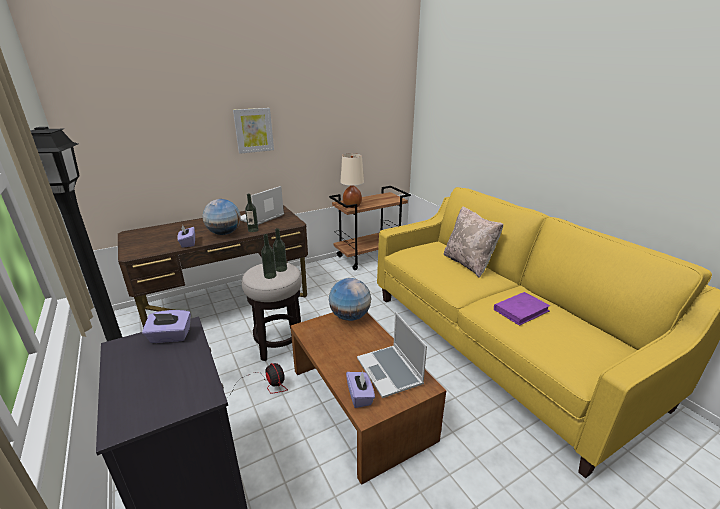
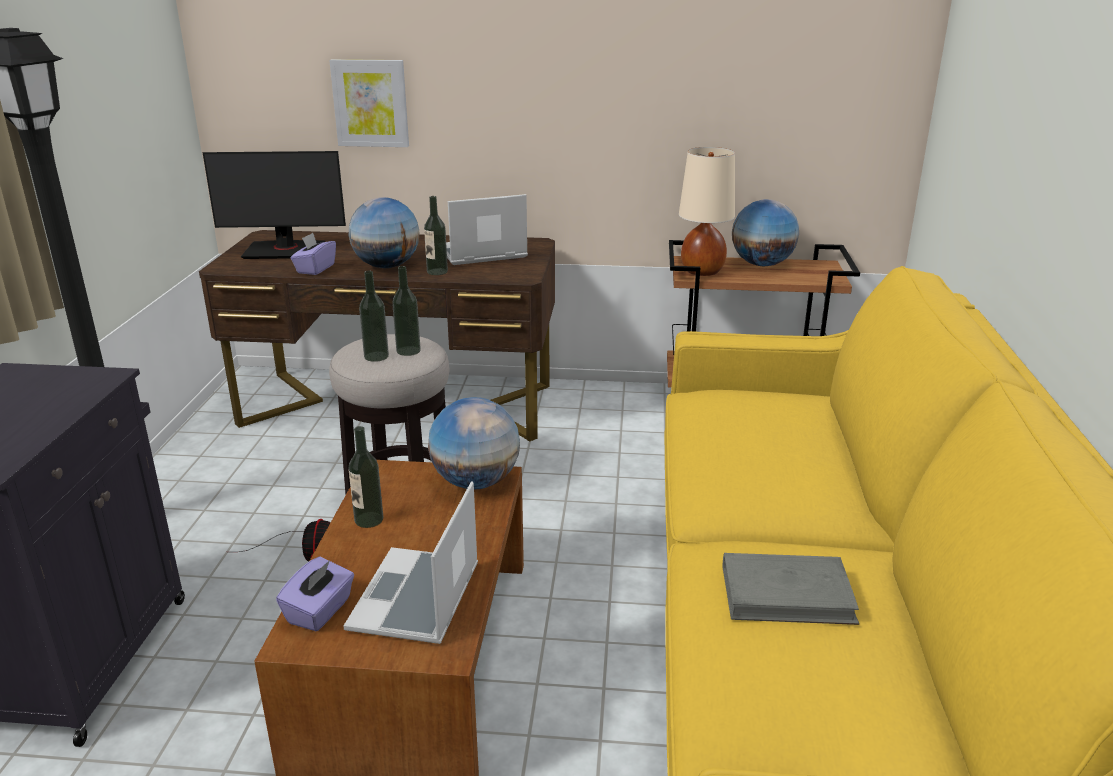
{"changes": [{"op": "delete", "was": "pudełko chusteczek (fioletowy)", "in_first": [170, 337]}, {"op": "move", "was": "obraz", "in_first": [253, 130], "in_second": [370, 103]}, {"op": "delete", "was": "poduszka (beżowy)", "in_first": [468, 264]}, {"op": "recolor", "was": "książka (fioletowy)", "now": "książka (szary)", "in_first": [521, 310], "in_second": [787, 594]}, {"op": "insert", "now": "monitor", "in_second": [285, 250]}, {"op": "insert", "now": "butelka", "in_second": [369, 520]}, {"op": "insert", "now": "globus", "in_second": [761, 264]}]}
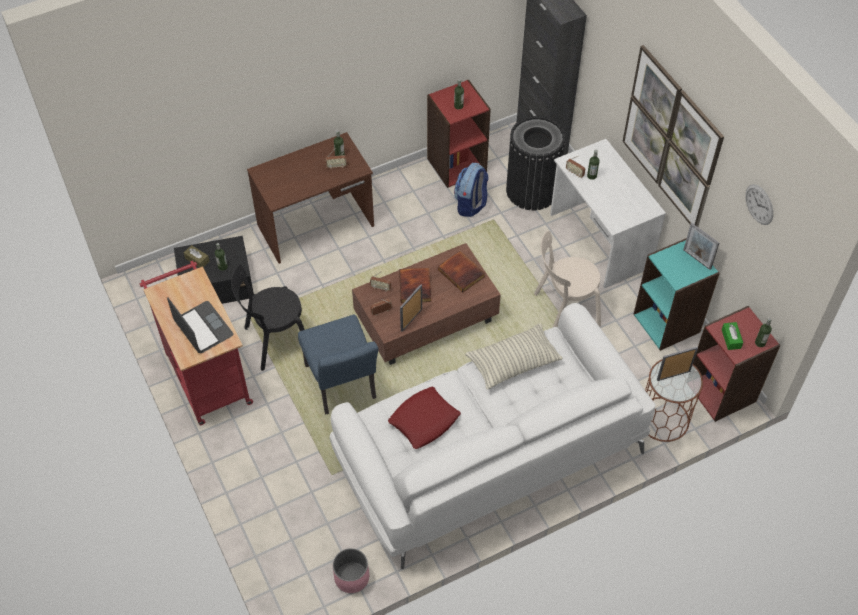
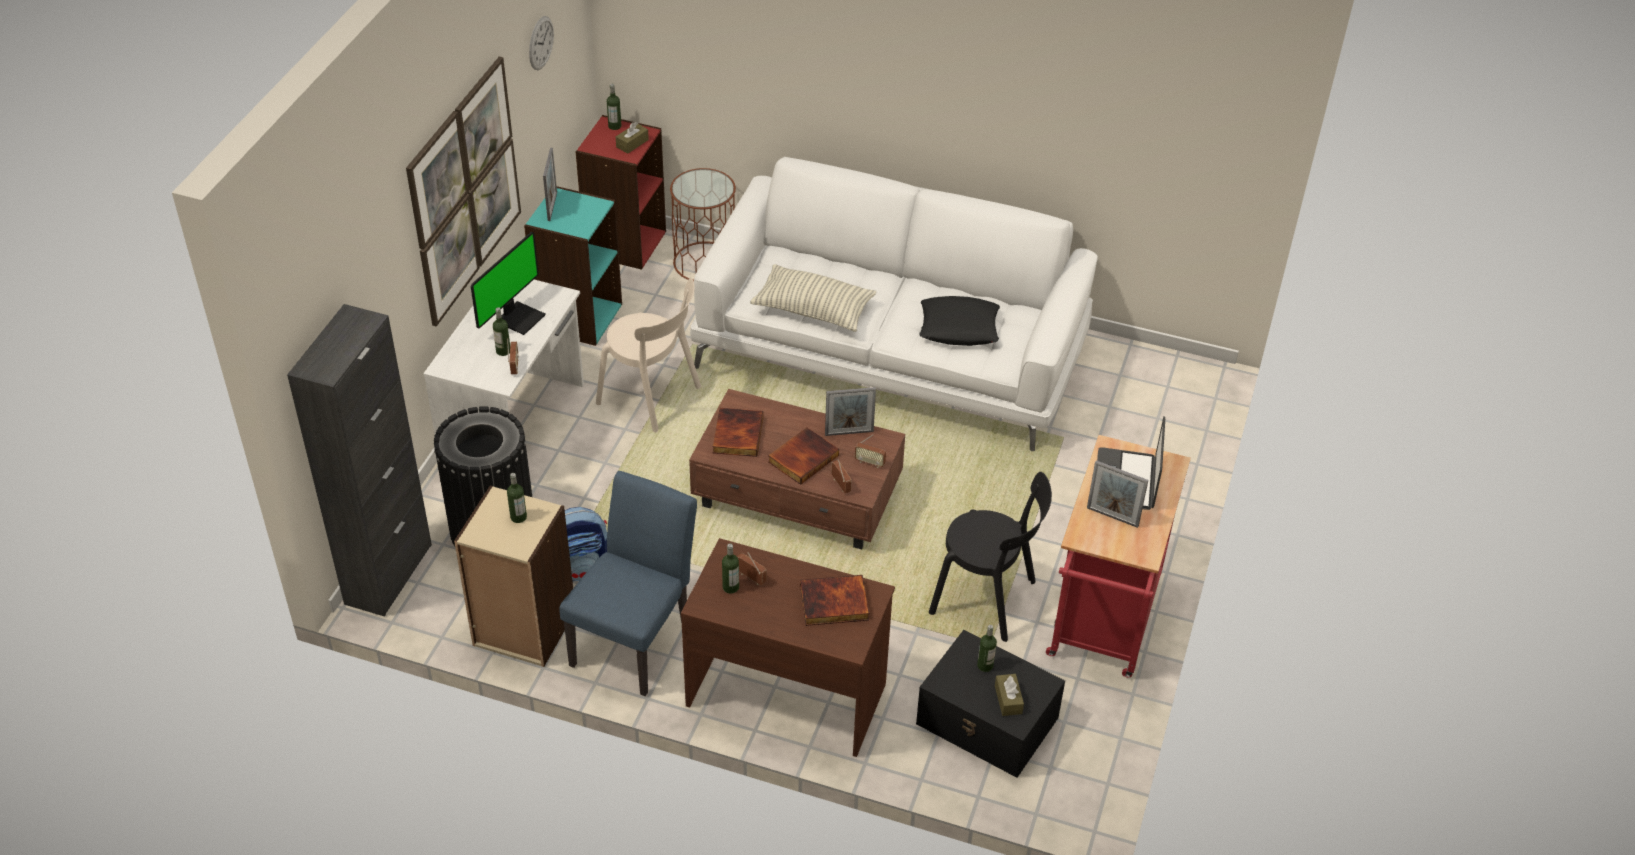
{"changes": [{"op": "move", "was": "krzesło (niebieski)", "in_first": [342, 386], "in_second": [636, 639]}, {"op": "delete", "was": "donica (różowy)", "in_first": [351, 577]}, {"op": "recolor", "was": "poduszka (czerwony)", "now": "poduszka (czarny)", "in_first": [424, 421], "in_second": [959, 327]}, {"op": "recolor", "was": "regał (czerwony)", "now": "regał (beżowy)", "in_first": [456, 165], "in_second": [523, 629]}, {"op": "move", "was": "ramka na zdjęcie", "in_first": [673, 375], "in_second": [1112, 517]}, {"op": "recolor", "was": "pudełko chusteczek (zielony)", "now": "pudełko chusteczek (brązowy)", "in_first": [731, 339], "in_second": [632, 143]}, {"op": "insert", "now": "monitor", "in_second": [519, 317]}, {"op": "insert", "now": "książka", "in_second": [833, 604]}]}
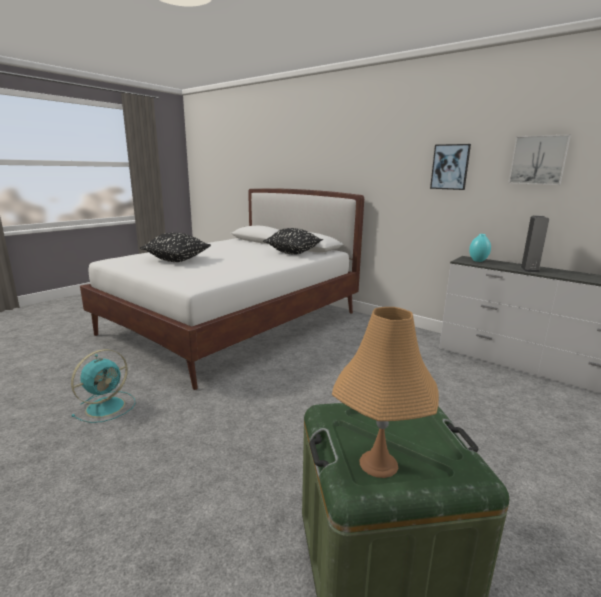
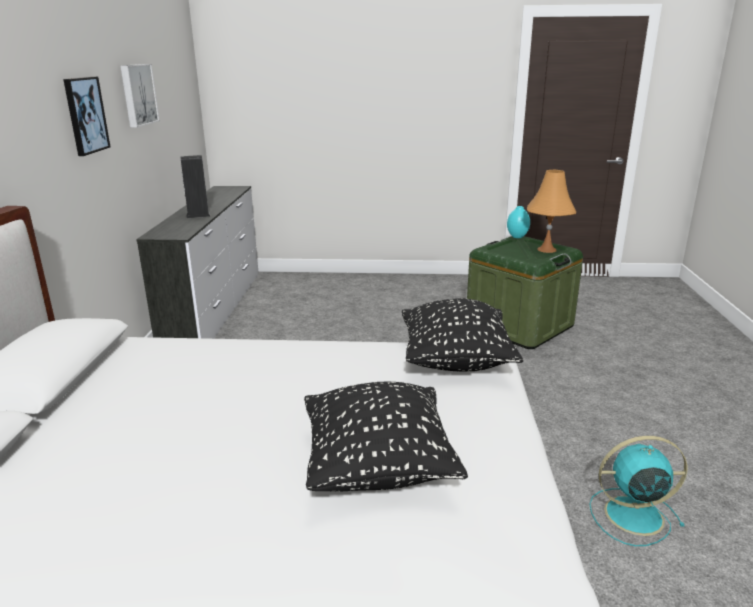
{"changes": [{"op": "move", "was": "poduszka (czarny)", "in_first": [293, 253], "in_second": [456, 361]}, {"op": "move", "was": "wazon (turkusowy)", "in_first": [478, 261], "in_second": [517, 236]}]}
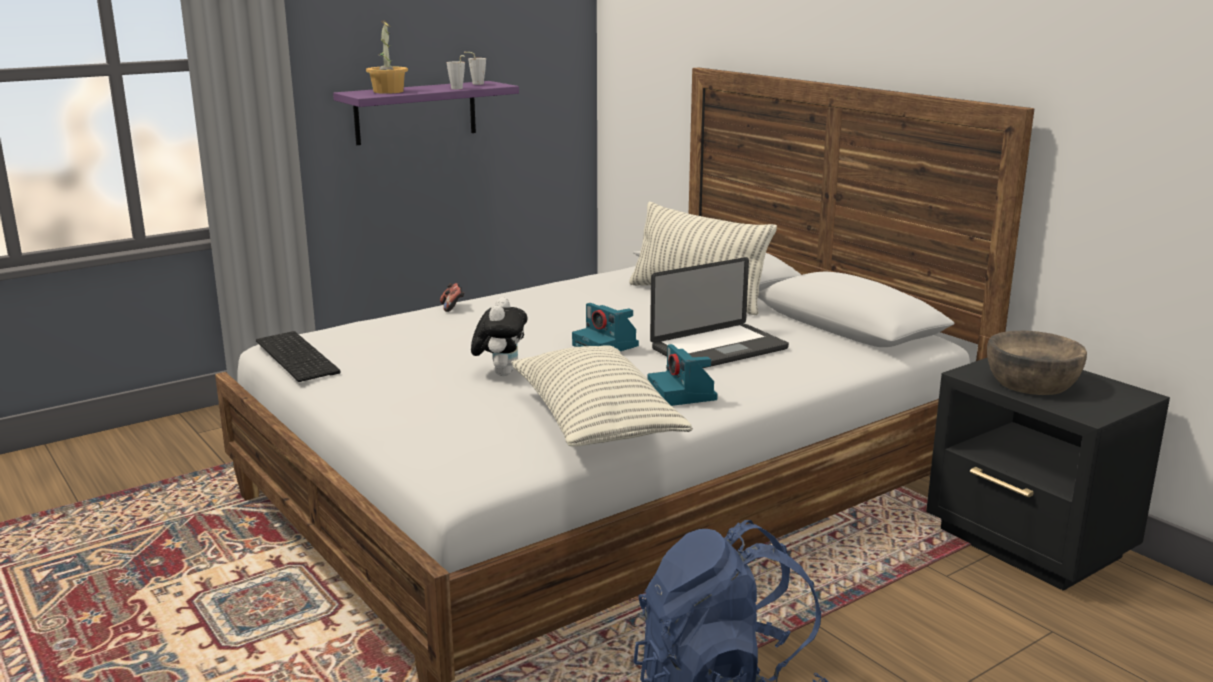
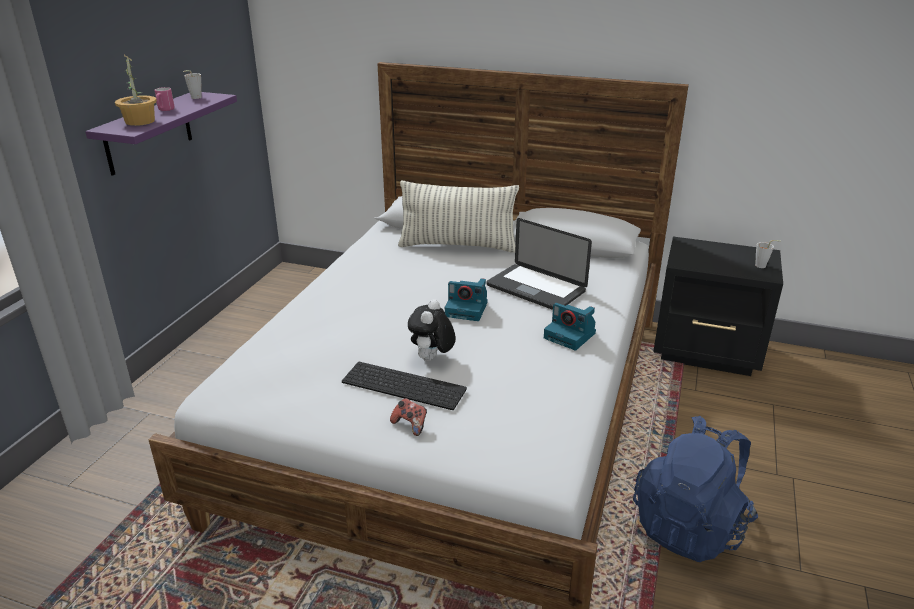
{"changes": [{"op": "move", "was": "klawiatura", "in_first": [299, 356], "in_second": [406, 385]}, {"op": "move", "was": "pad do gier", "in_first": [452, 307], "in_second": [410, 425]}, {"op": "move", "was": "filiżanka (szary)", "in_first": [458, 89], "in_second": [763, 266]}, {"op": "rotate", "was": "pluszak", "in_first": [501, 373], "in_second": [432, 359], "clockwise": -135}, {"op": "delete", "was": "poduszka", "in_first": [595, 423]}, {"op": "rotate", "was": "laptop", "in_first": [719, 349], "in_second": [535, 288], "clockwise": 105}, {"op": "delete", "was": "miska (brązowy)", "in_first": [1032, 382]}, {"op": "insert", "now": "kubek (różowy)", "in_second": [165, 110]}]}
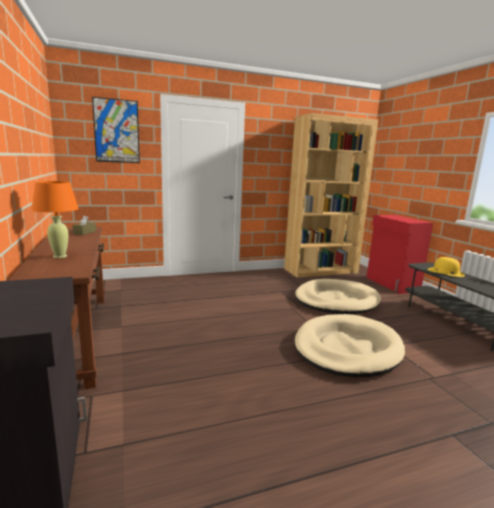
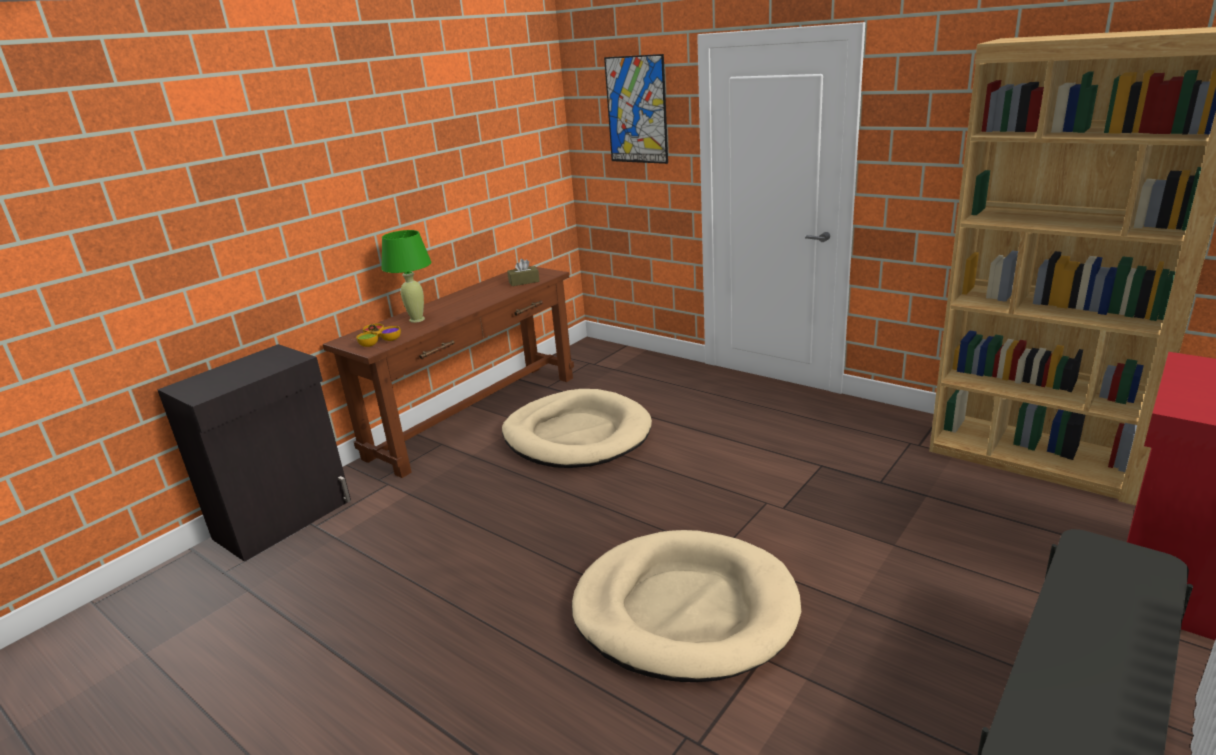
{"changes": [{"op": "recolor", "was": "lampa stołowa (pomarańczowy)", "now": "lampa stołowa (zielony)", "in_first": [60, 256], "in_second": [417, 319]}, {"op": "move", "was": "legowisko (beżowy)", "in_first": [336, 300], "in_second": [577, 435]}, {"op": "delete", "was": "kapelusz (żółty)", "in_first": [445, 272]}, {"op": "insert", "now": "miska", "in_second": [378, 340]}]}
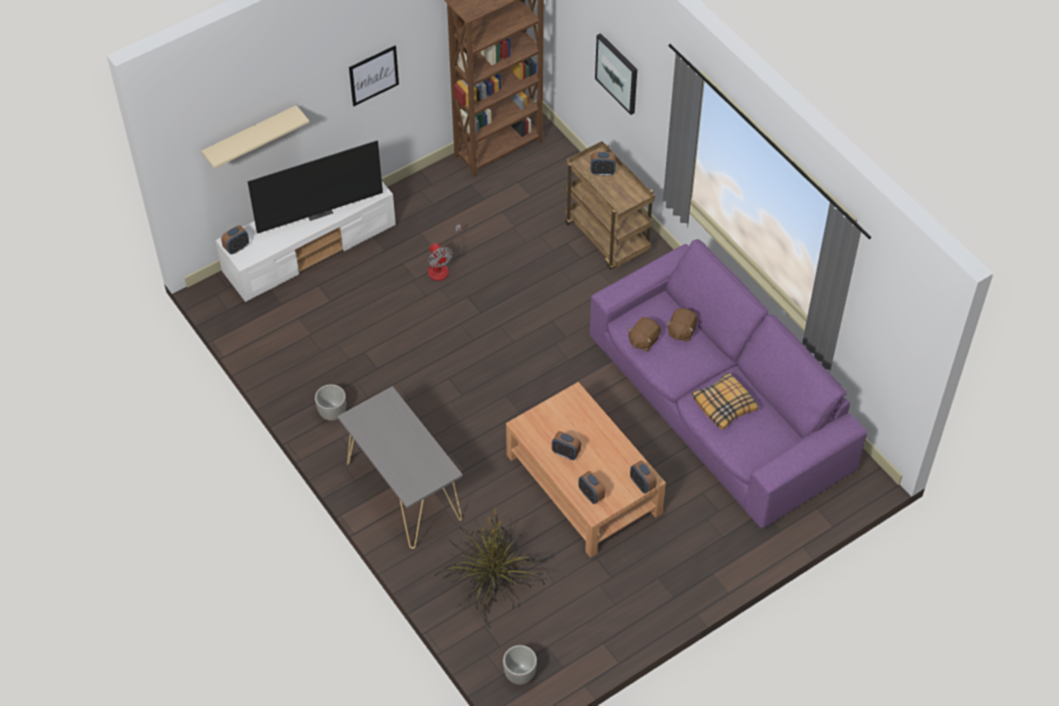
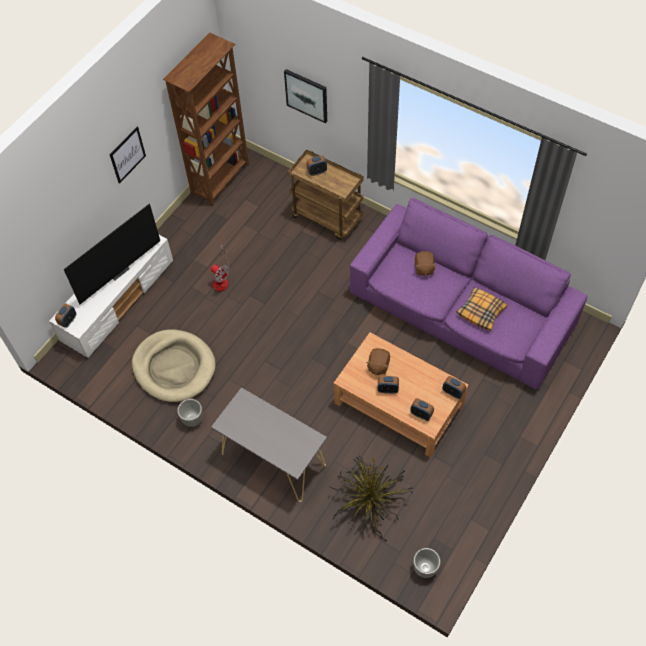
{"changes": [{"op": "delete", "was": "półka (beżowy)", "in_first": [250, 137]}, {"op": "move", "was": "pluszak (brązowy)", "in_first": [643, 340], "in_second": [378, 366]}, {"op": "insert", "now": "legowisko (beżowy)", "in_second": [174, 367]}]}
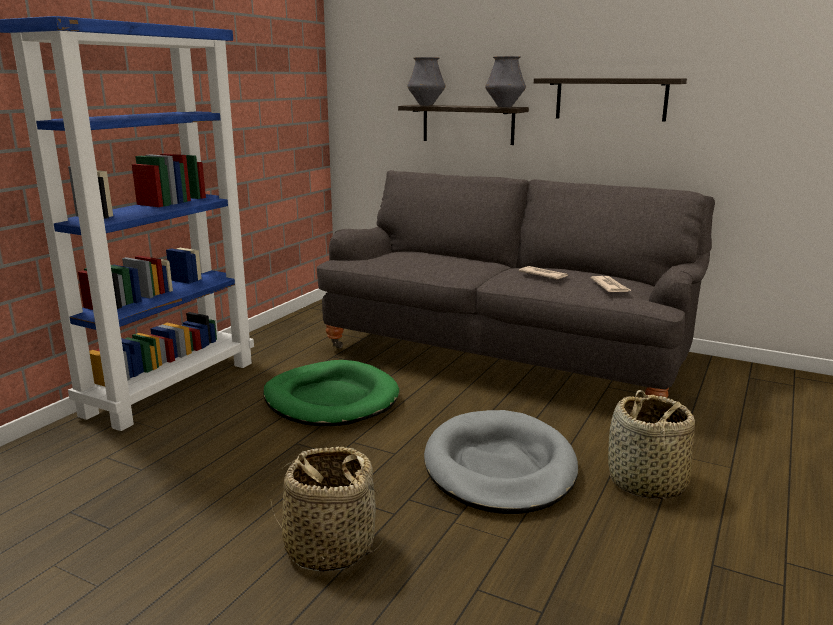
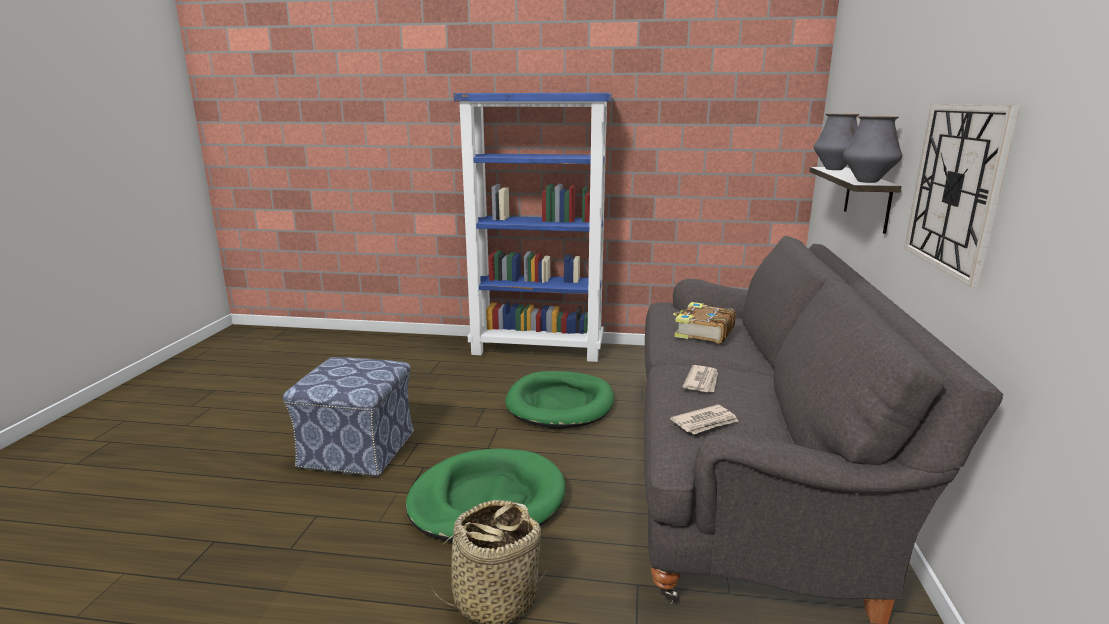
{"changes": [{"op": "replace", "was": "koszyk", "now": "pufa", "in_first": [329, 547], "in_second": [359, 450]}, {"op": "recolor", "was": "legowisko (szary)", "now": "legowisko (zielony)", "in_first": [499, 467], "in_second": [487, 501]}, {"op": "replace", "was": "półka", "now": "zegar ścienny", "in_first": [610, 99], "in_second": [956, 188]}, {"op": "insert", "now": "książka", "in_second": [703, 332]}]}
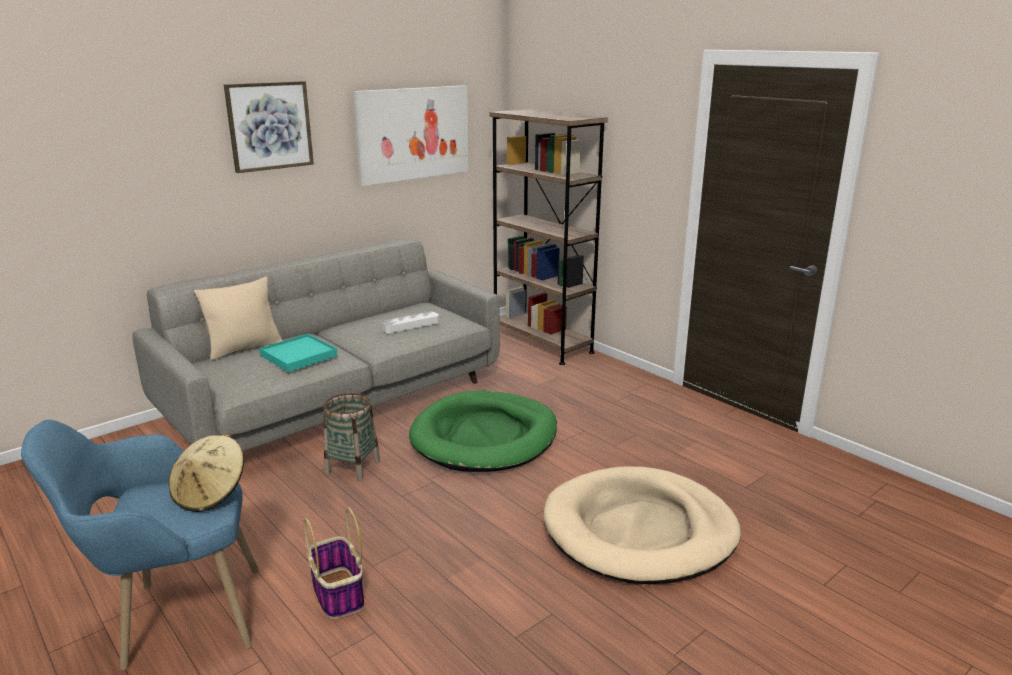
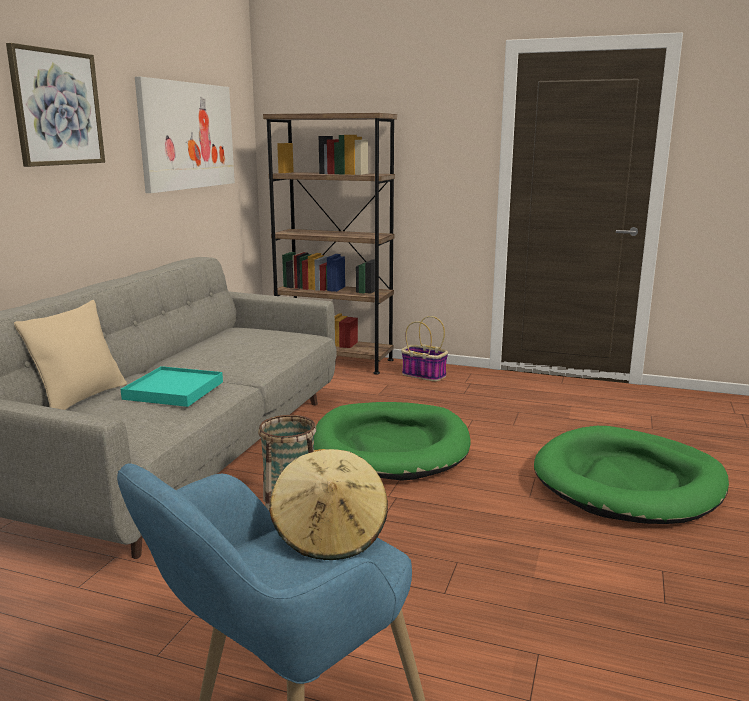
{"changes": [{"op": "move", "was": "koszyk", "in_first": [337, 593], "in_second": [423, 375]}, {"op": "delete", "was": "taca (biały)", "in_first": [410, 325]}, {"op": "recolor", "was": "legowisko (beżowy)", "now": "legowisko (zielony)", "in_first": [639, 530], "in_second": [628, 482]}]}
